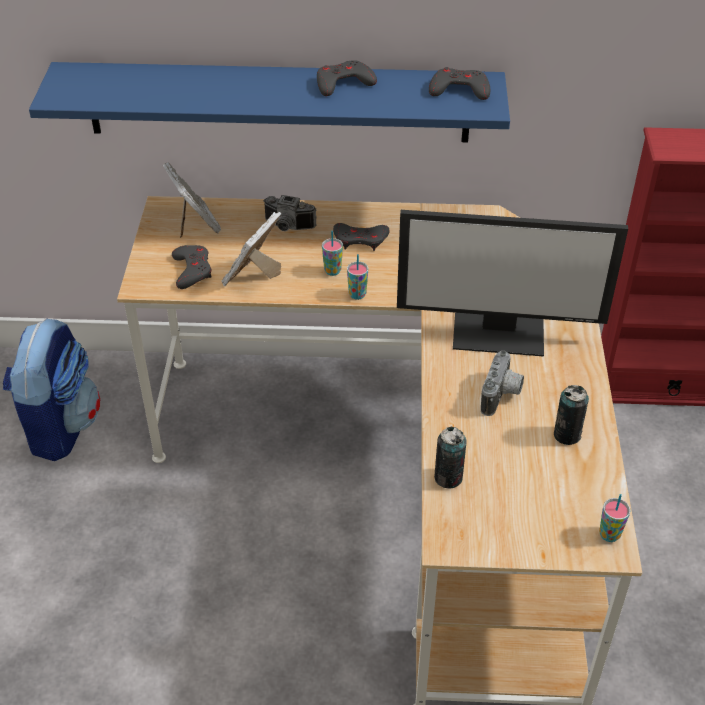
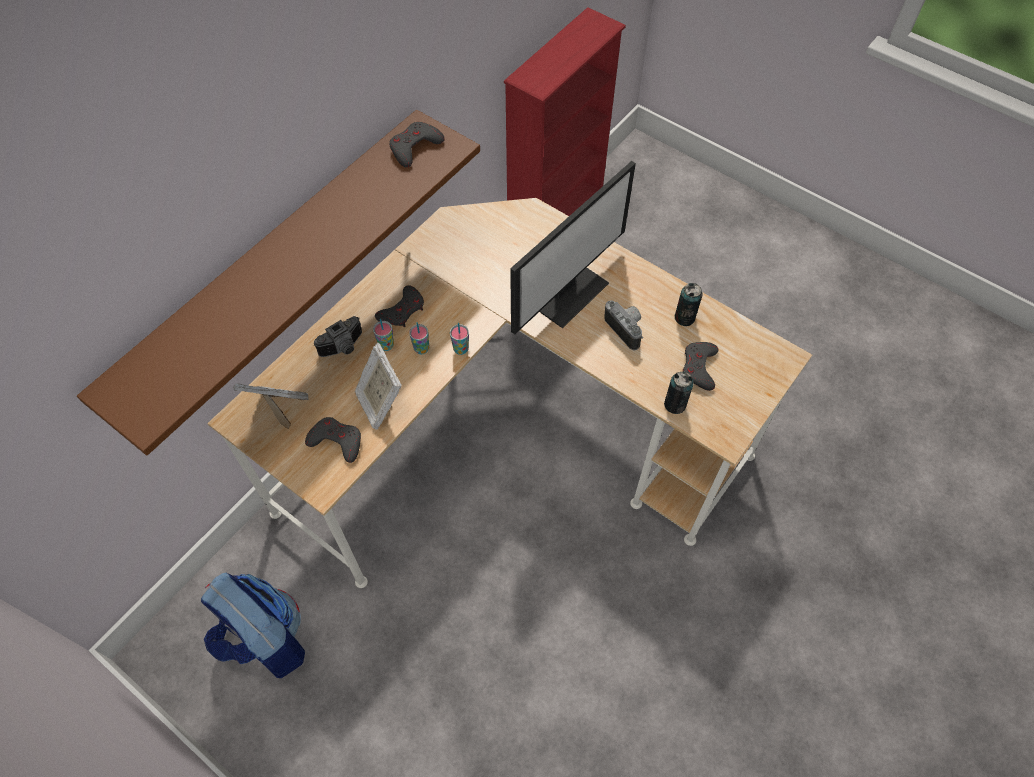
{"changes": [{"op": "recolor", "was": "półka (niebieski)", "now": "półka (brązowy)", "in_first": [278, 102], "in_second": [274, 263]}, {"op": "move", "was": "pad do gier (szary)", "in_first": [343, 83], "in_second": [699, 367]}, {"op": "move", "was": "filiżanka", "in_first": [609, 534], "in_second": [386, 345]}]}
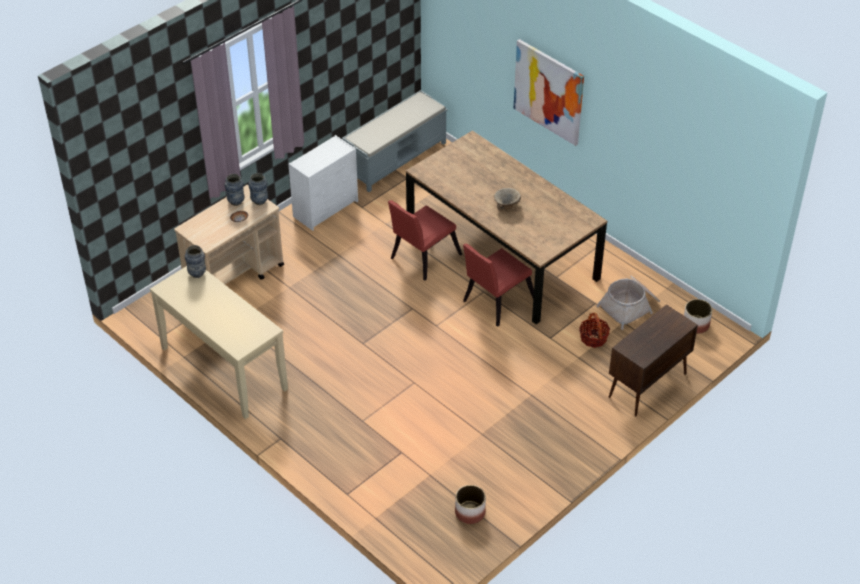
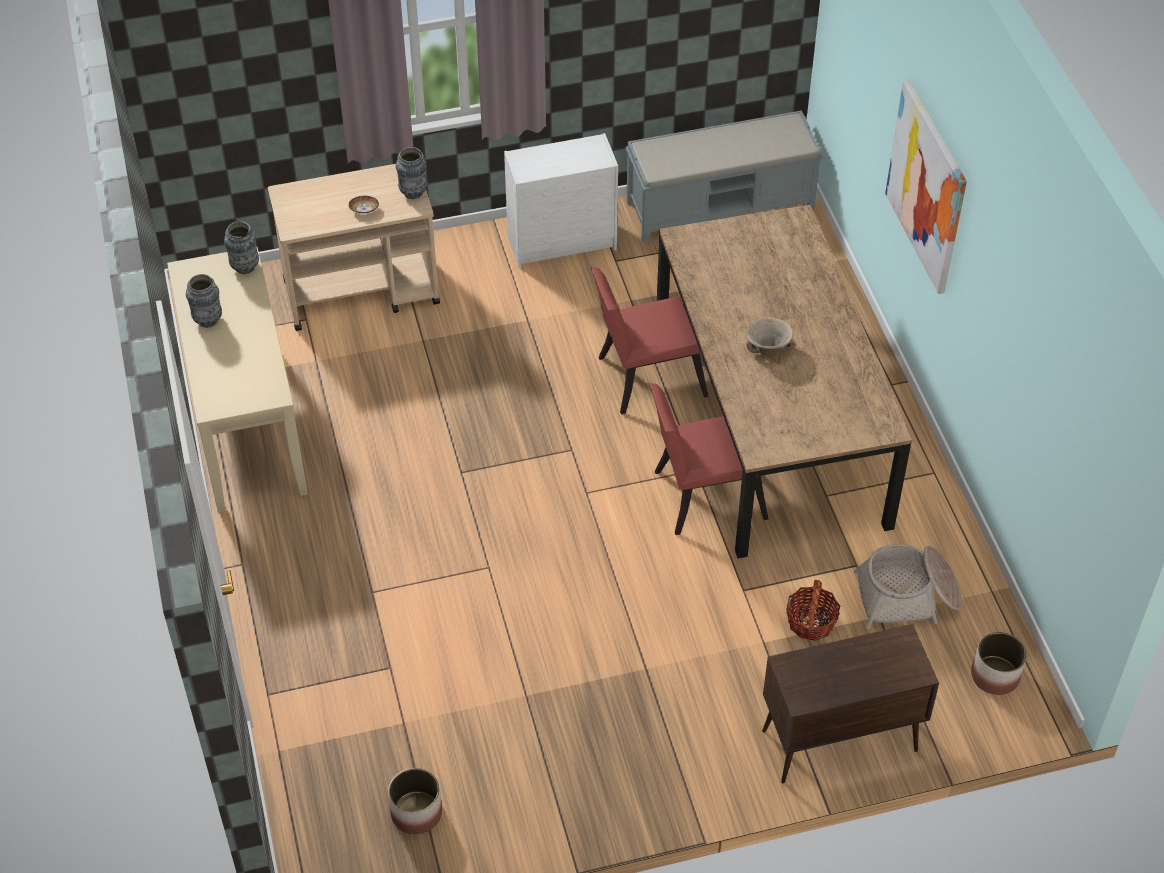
{"changes": [{"op": "move", "was": "wazon", "in_first": [236, 202], "in_second": [208, 320]}]}
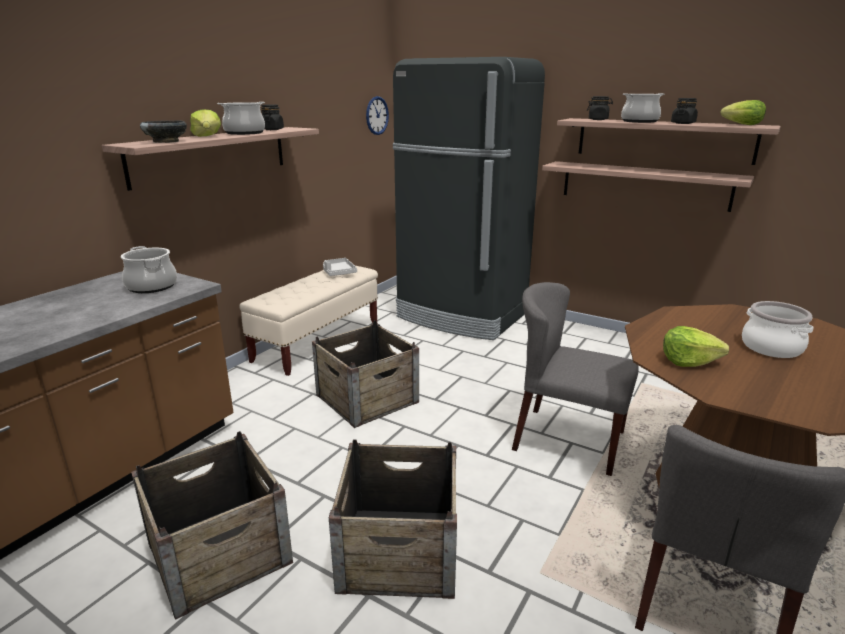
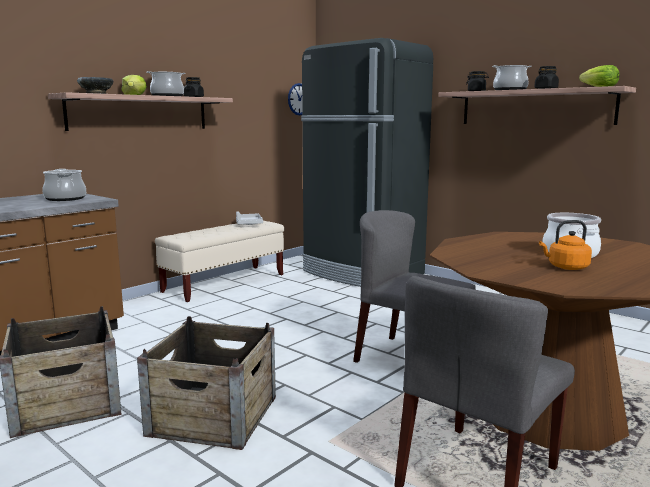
{"changes": [{"op": "delete", "was": "skrzynka", "in_first": [367, 398]}, {"op": "delete", "was": "półka", "in_first": [644, 185]}, {"op": "delete", "was": "sałata", "in_first": [688, 361]}, {"op": "insert", "now": "czajnik (pomarańczowy)", "in_second": [566, 267]}]}
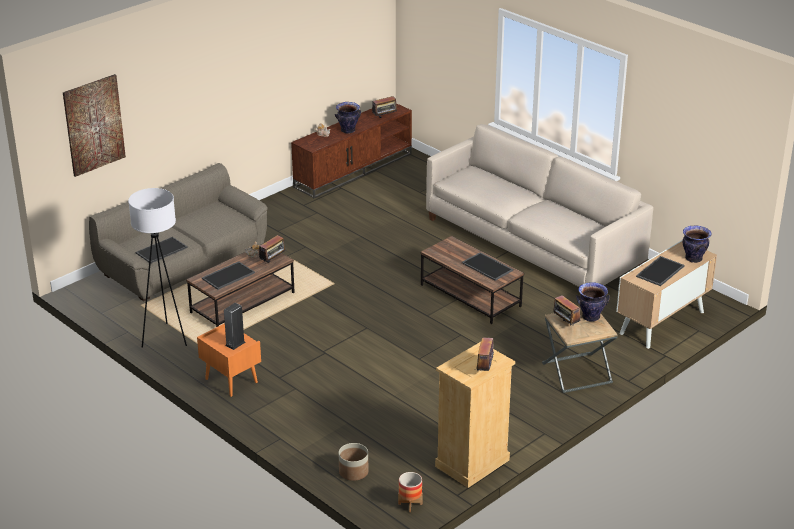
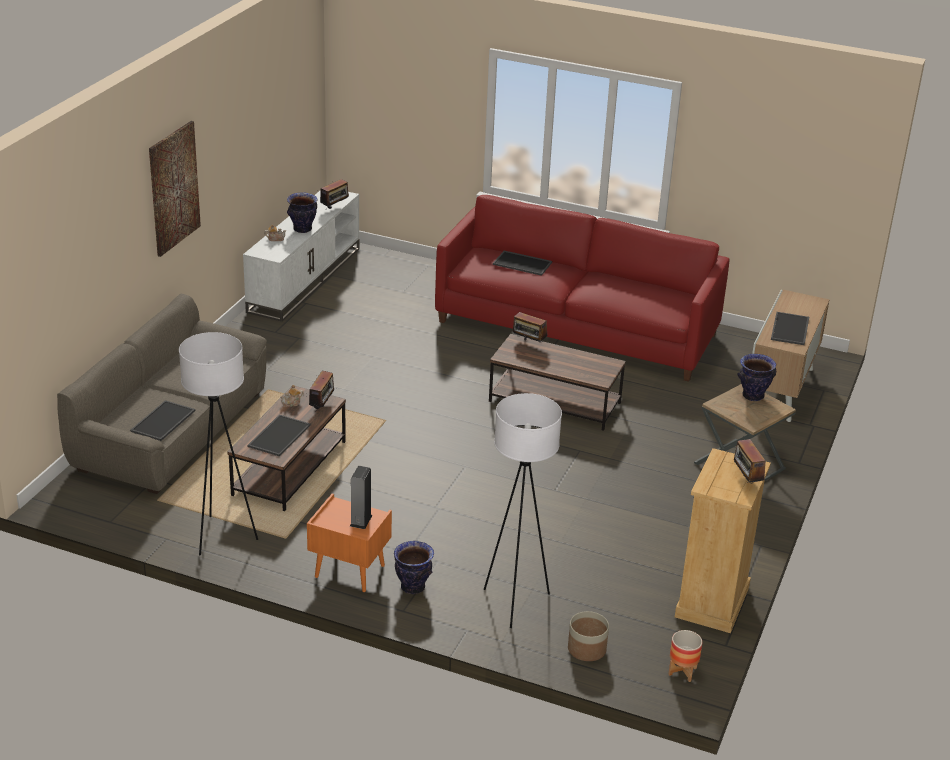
{"changes": [{"op": "move", "was": "obraz", "in_first": [94, 125], "in_second": [173, 188]}, {"op": "recolor", "was": "szafka pod telewizor (brązowy)", "now": "szafka pod telewizor (biały)", "in_first": [353, 169], "in_second": [304, 279]}, {"op": "recolor", "was": "kanapa (beżowy)", "now": "kanapa (czerwony)", "in_first": [533, 244], "in_second": [577, 328]}, {"op": "move", "was": "taca", "in_first": [488, 266], "in_second": [523, 263]}, {"op": "move", "was": "radio", "in_first": [565, 324], "in_second": [528, 343]}, {"op": "move", "was": "wazon", "in_first": [693, 259], "in_second": [412, 587]}, {"op": "insert", "now": "lampa stojąca (biały)", "in_second": [515, 603]}]}
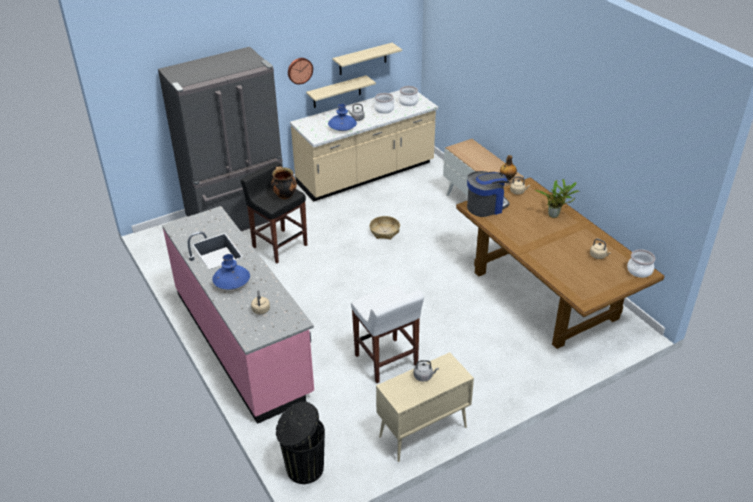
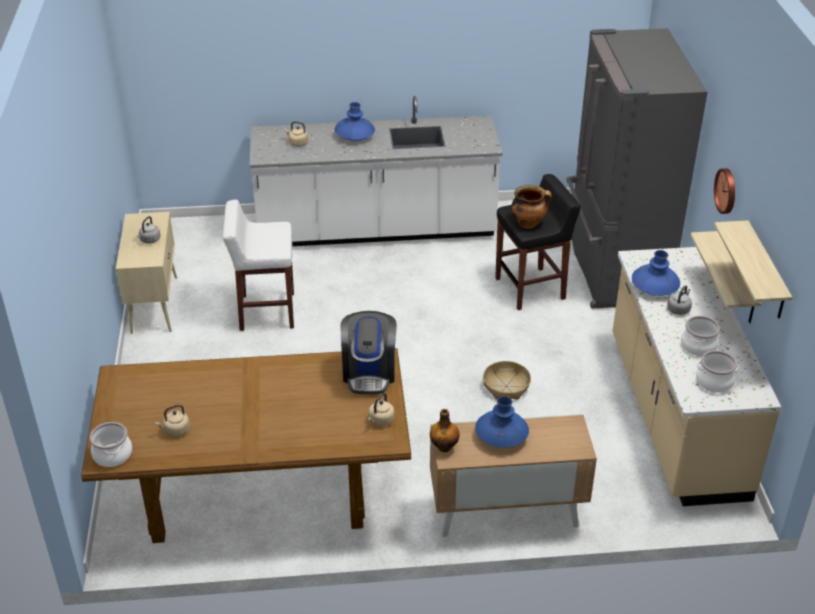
{"changes": [{"op": "recolor", "was": "zabudowa kuchenna (różowy)", "now": "zabudowa kuchenna (biały)", "in_first": [243, 342], "in_second": [376, 229]}, {"op": "delete", "was": "kosz na śmieci (czarny)", "in_first": [303, 468]}, {"op": "delete", "was": "roślina doniczkowa", "in_first": [555, 215]}, {"op": "insert", "now": "wazon (niebieski)", "in_second": [501, 436]}]}
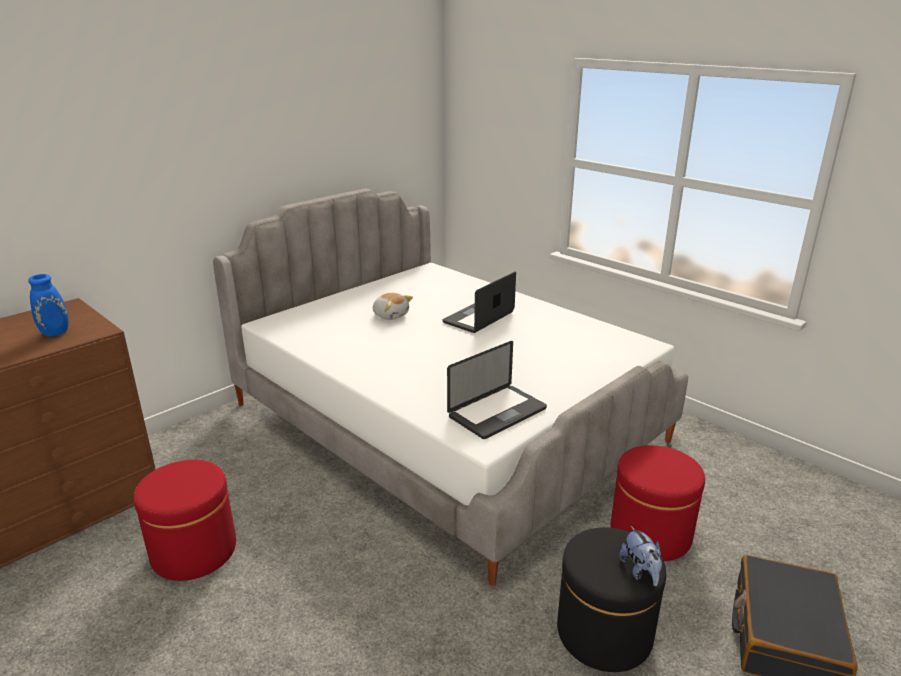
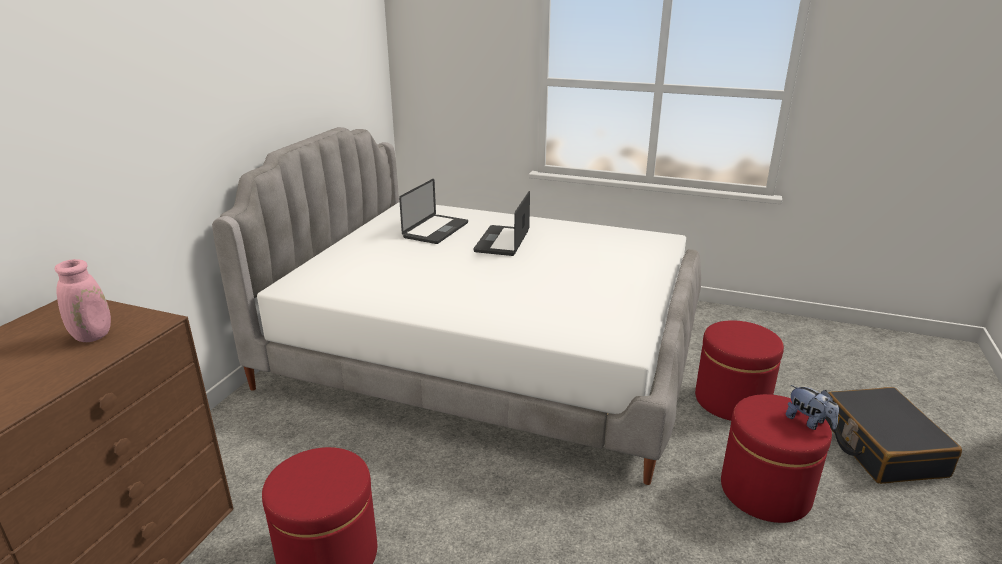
{"changes": [{"op": "recolor", "was": "wazon (niebieski)", "now": "wazon (różowy)", "in_first": [57, 332], "in_second": [94, 335]}, {"op": "delete", "was": "pluszak", "in_first": [391, 315]}, {"op": "move", "was": "laptop", "in_first": [497, 413], "in_second": [436, 230]}, {"op": "recolor", "was": "pufa (czarny)", "now": "pufa (czerwony)", "in_first": [604, 633], "in_second": [765, 491]}]}
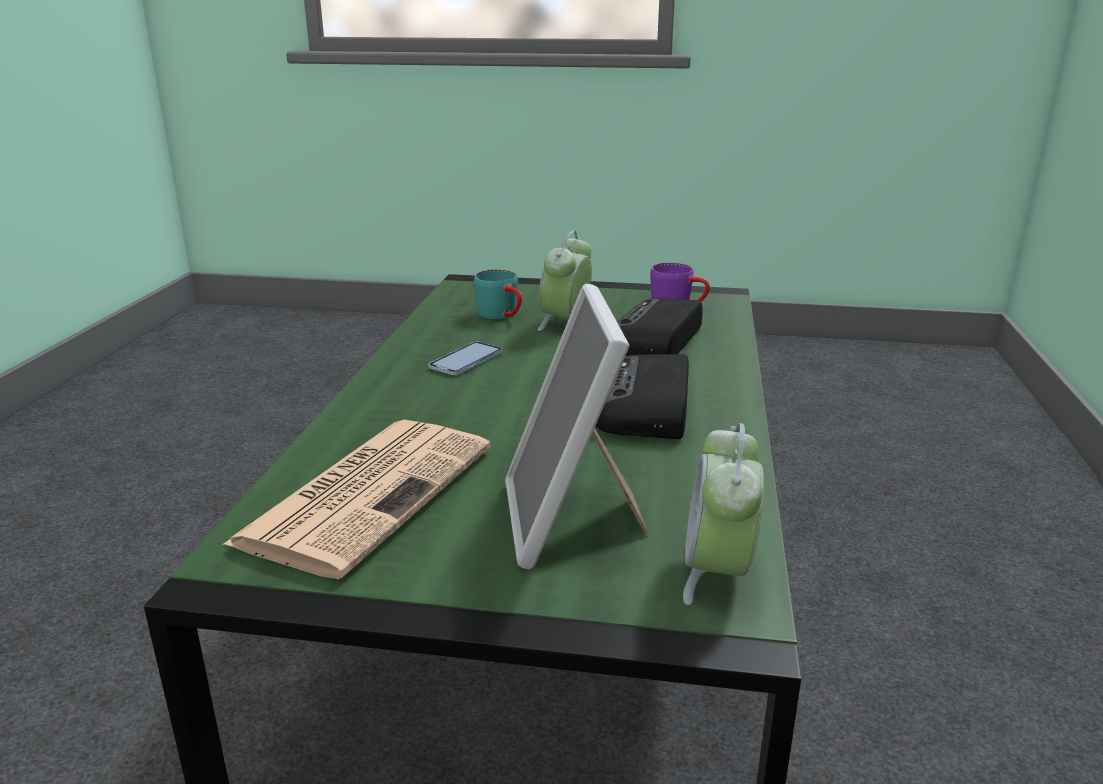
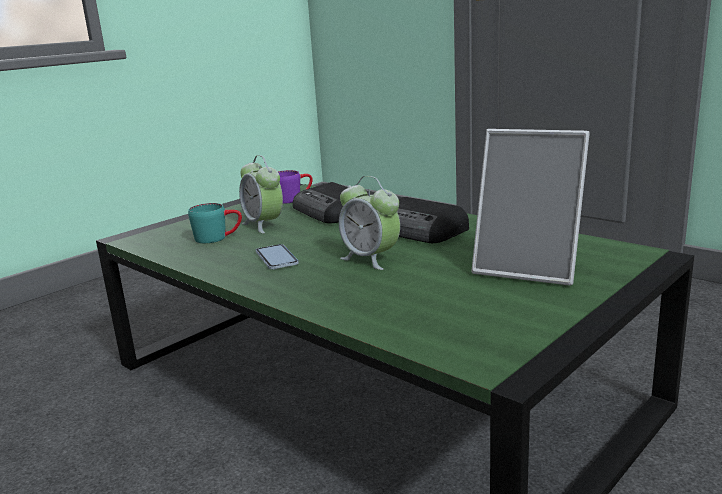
{"changes": [{"op": "delete", "was": "gazeta", "in_first": [369, 492]}, {"op": "move", "was": "budzik", "in_first": [717, 573], "in_second": [371, 259]}]}
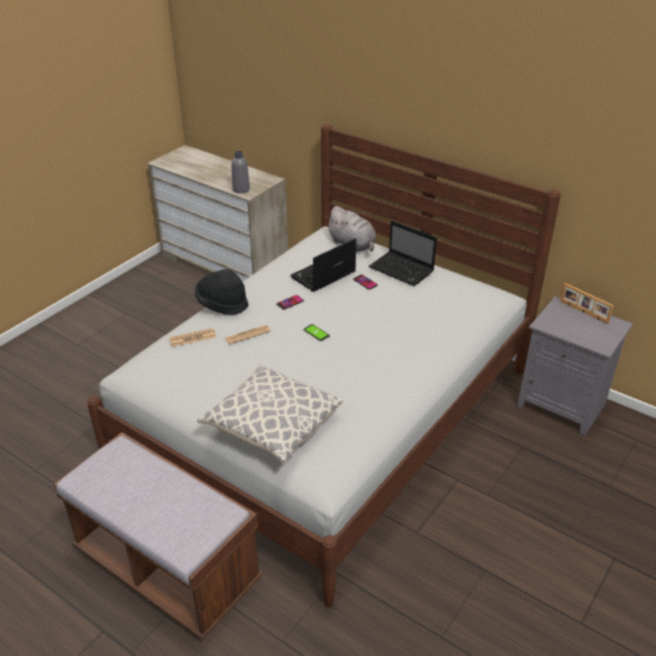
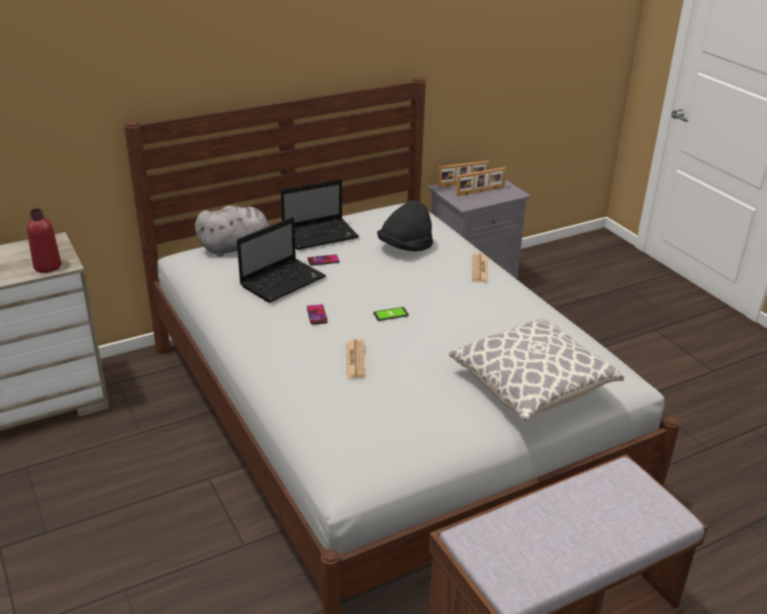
{"changes": [{"op": "move", "was": "gazeta", "in_first": [192, 338], "in_second": [479, 269]}, {"op": "move", "was": "kapelusz (czarny)", "in_first": [222, 304], "in_second": [405, 247]}, {"op": "recolor", "was": "butelka (szary)", "now": "butelka (czerwony)", "in_first": [241, 189], "in_second": [47, 266]}, {"op": "rotate", "was": "laptop", "in_first": [322, 276], "in_second": [283, 281], "clockwise": -120}, {"op": "insert", "now": "ramka na zdjęcie", "in_second": [480, 192]}]}
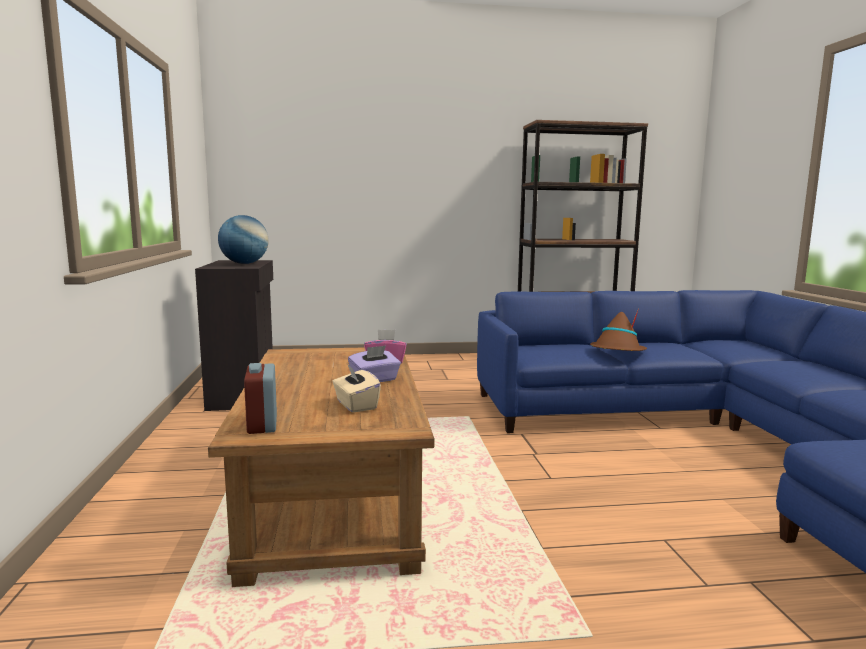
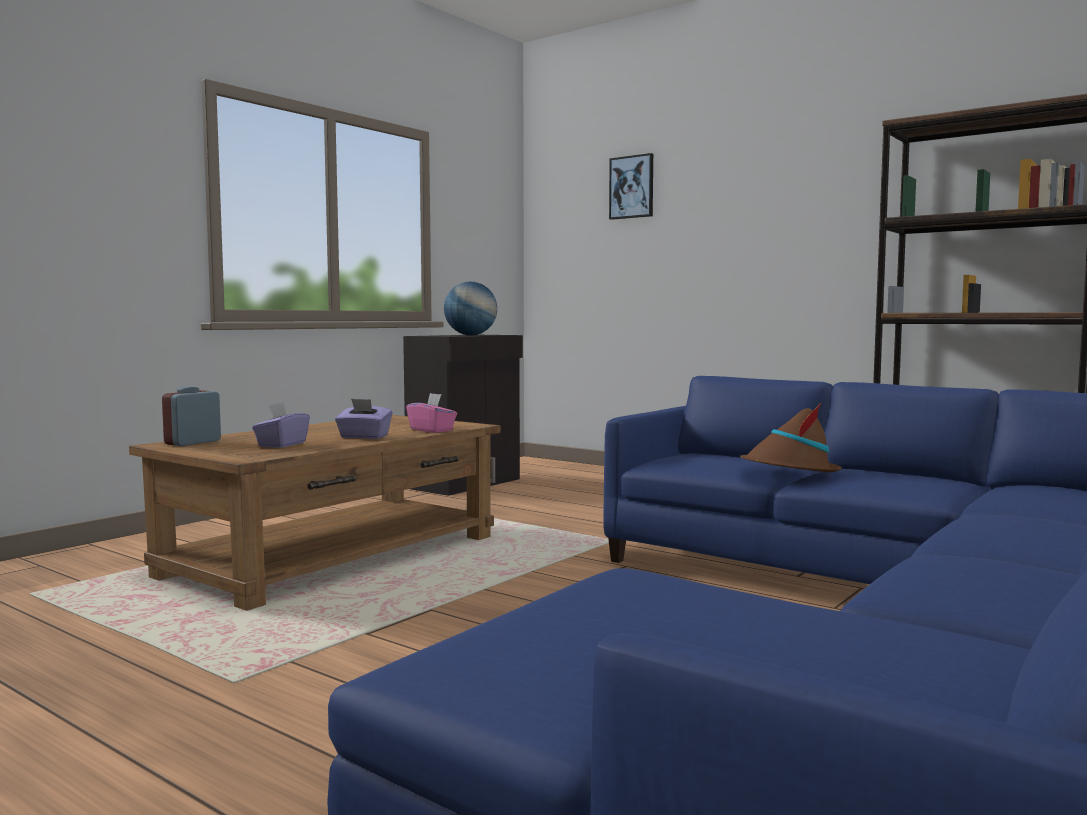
{"changes": [{"op": "recolor", "was": "pudełko chusteczek (beżowy)", "now": "pudełko chusteczek (fioletowy)", "in_first": [355, 405], "in_second": [281, 445]}, {"op": "insert", "now": "obraz", "in_second": [632, 187]}]}
